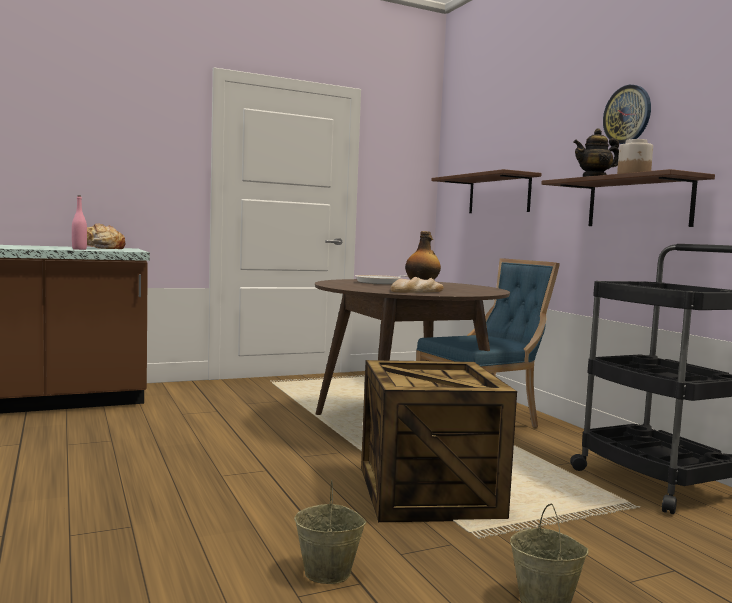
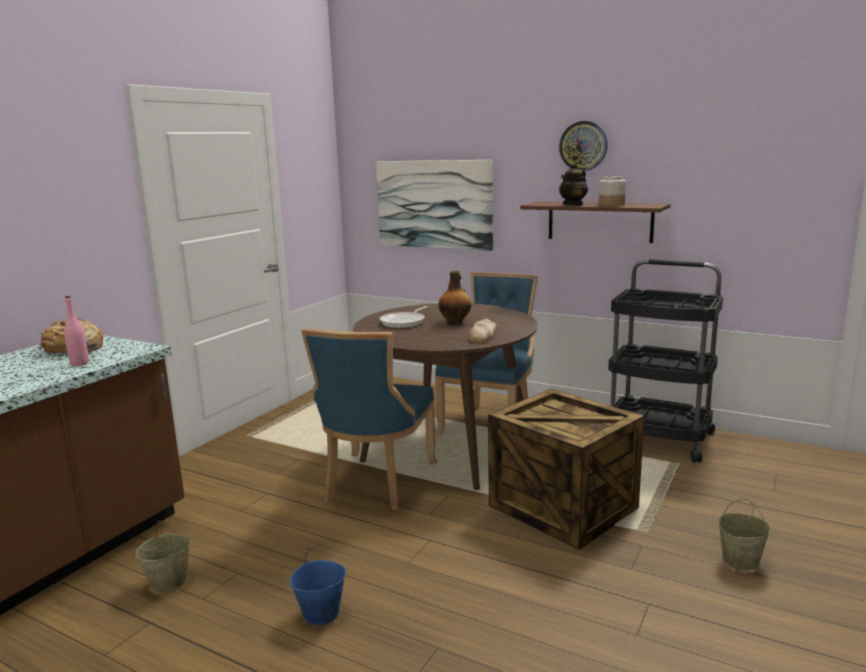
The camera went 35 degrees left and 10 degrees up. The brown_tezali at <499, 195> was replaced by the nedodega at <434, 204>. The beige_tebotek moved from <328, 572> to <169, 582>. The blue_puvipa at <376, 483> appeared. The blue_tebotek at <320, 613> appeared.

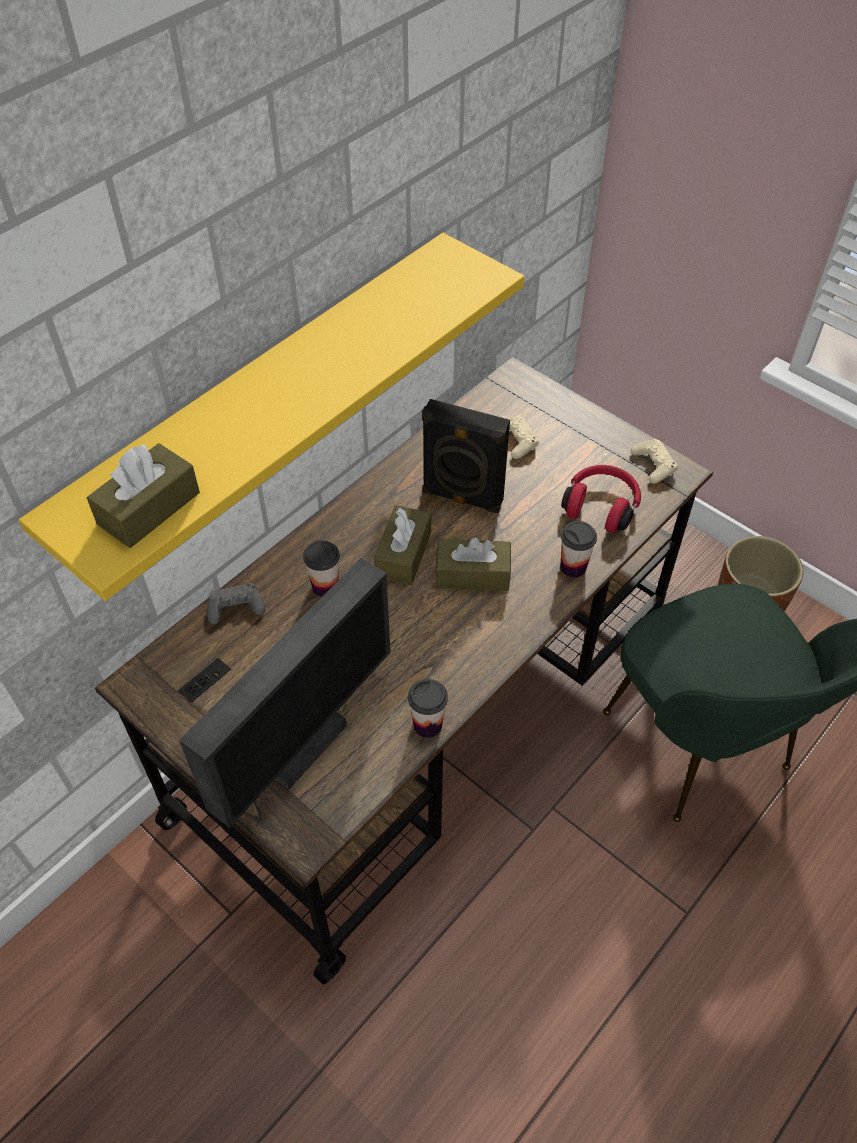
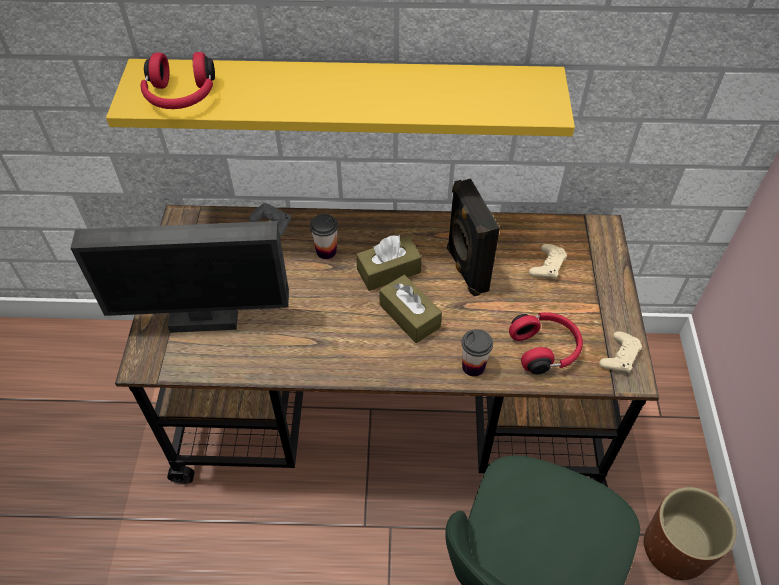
The camera went 50 degrees right and 0 degrees up. The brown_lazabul at <149, 508> was replaced by the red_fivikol at <181, 96>. The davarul at <427, 725> disappeared.

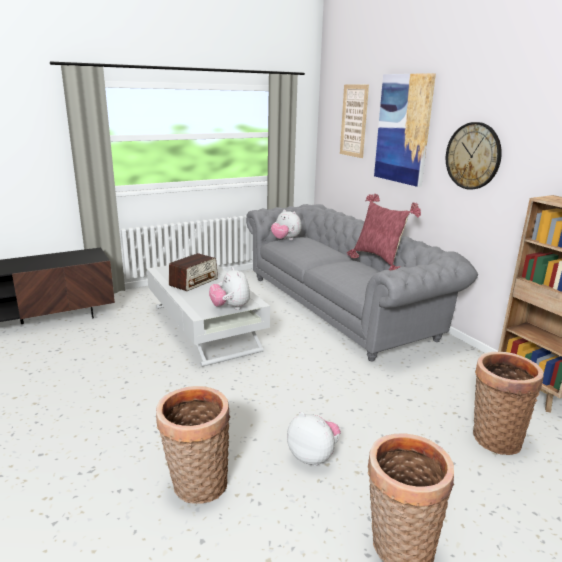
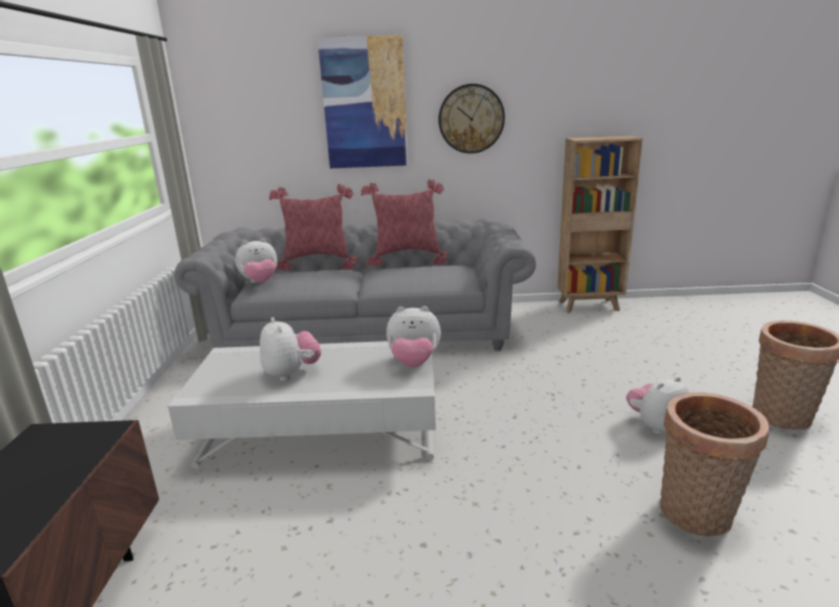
The camera went 60 degrees left and 0 degrees up. The nedodega at <354, 121> disappeared. The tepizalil at <194, 282> was replaced by the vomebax at <292, 373>. The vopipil at <494, 437> disappeared. The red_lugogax at <318, 267> appeared.

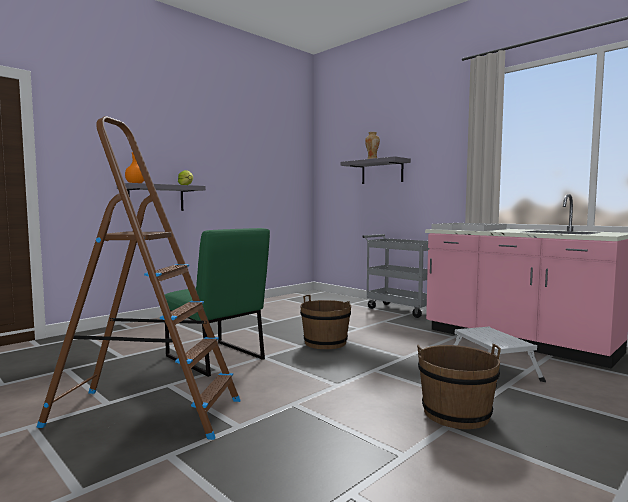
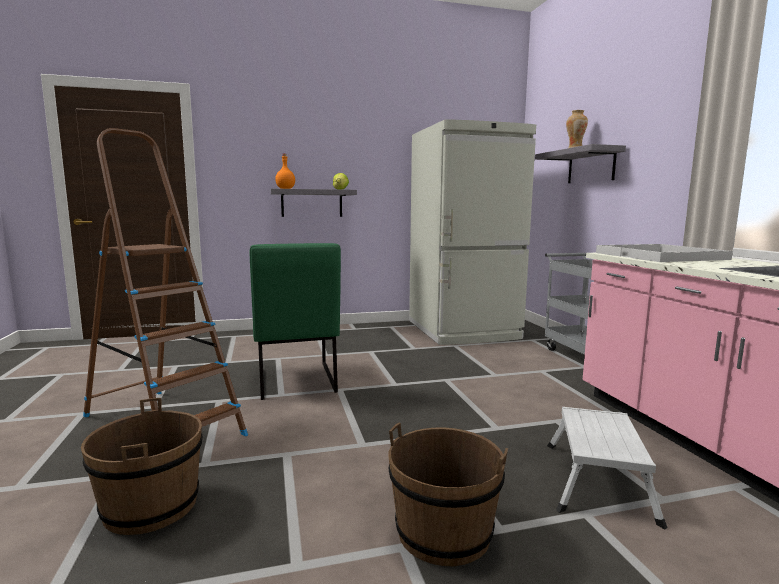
The camera went 30 degrees right and 5 degrees up. The brown_tebotek moved from <325, 343> to <151, 506>. The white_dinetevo at <463, 329> appeared.

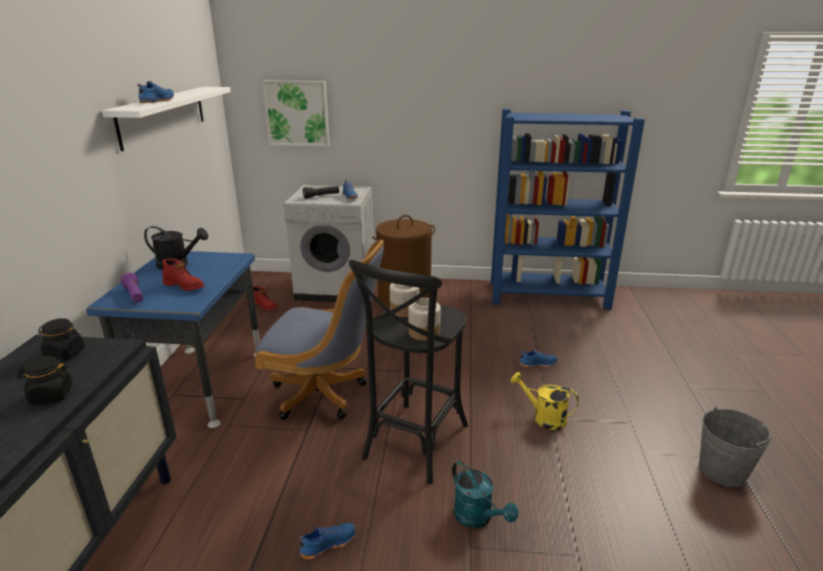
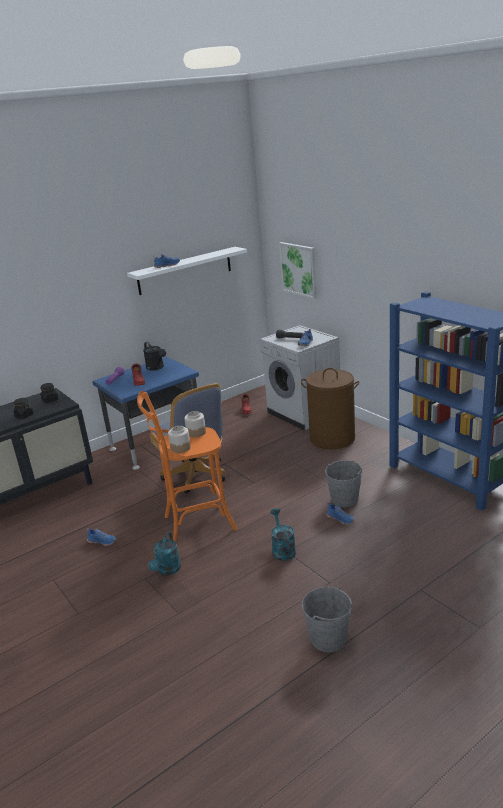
The camera went 50 degrees right and 0 degrees up. The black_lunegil at <413, 444> became the orange_lunegil at <195, 523>. The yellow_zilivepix at <543, 418> became the turquoise_zilivepix at <282, 549>. The grey_tebotek at <344, 499> appeared.

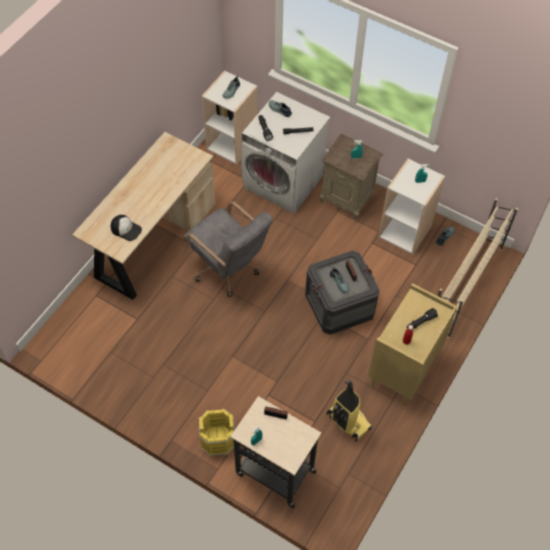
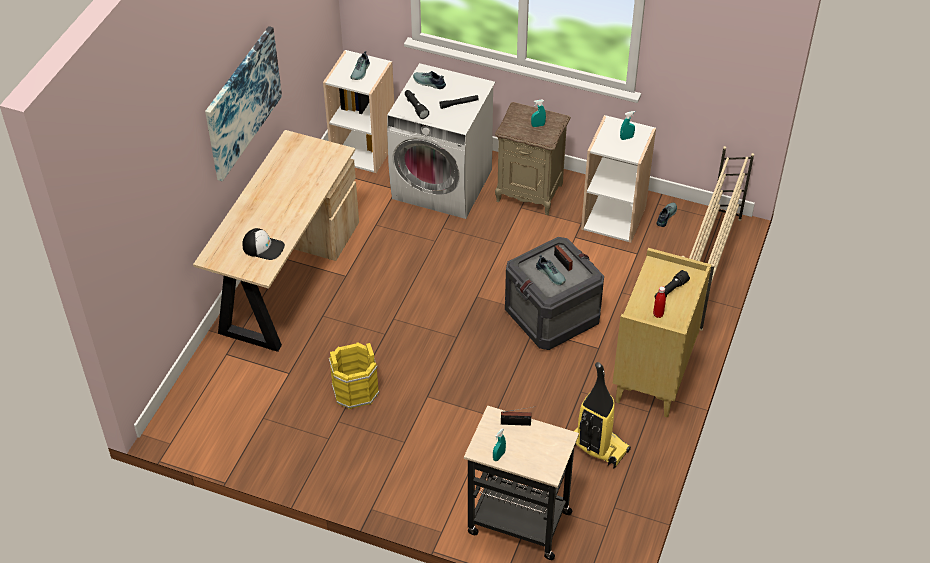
The camera went 10 degrees left and 10 degrees down. The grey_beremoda at <228, 271> disappeared. The yellow_tebotek moved from <218, 439> to <355, 390>. The nedodega at <242, 102> appeared.

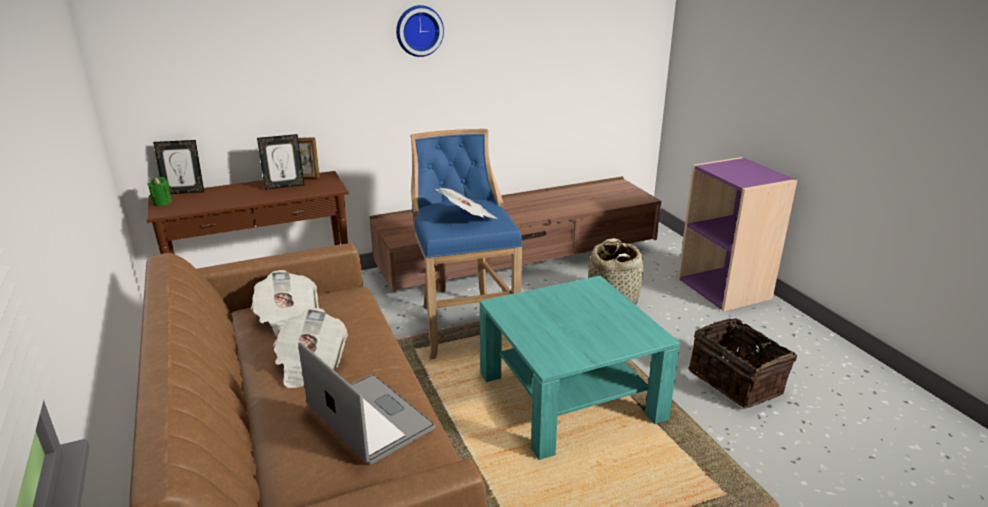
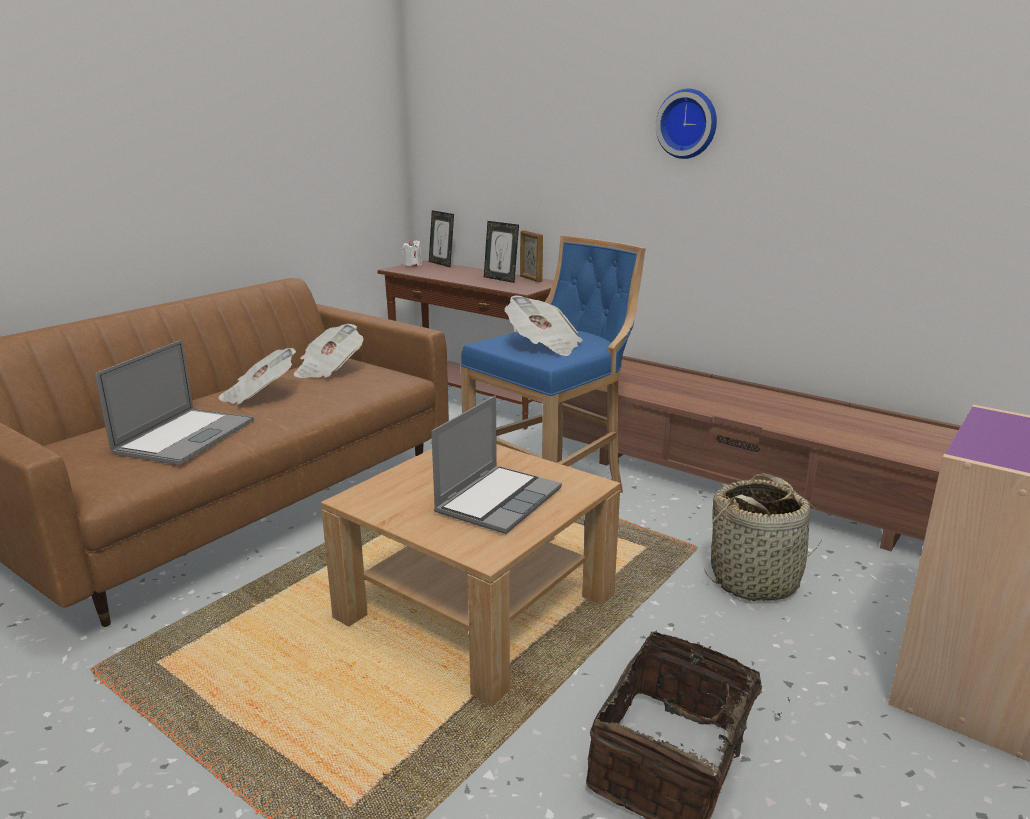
The camera went 60 degrees right and 5 degrees down. The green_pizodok at <162, 202> became the white_pizodok at <412, 265>. The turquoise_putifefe at <570, 396> became the brown_putifefe at <476, 606>. The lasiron at <498, 500> appeared.

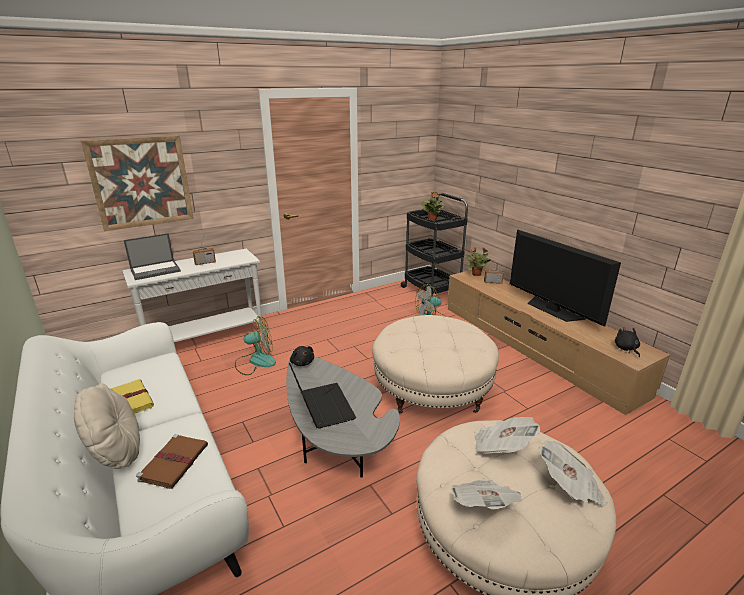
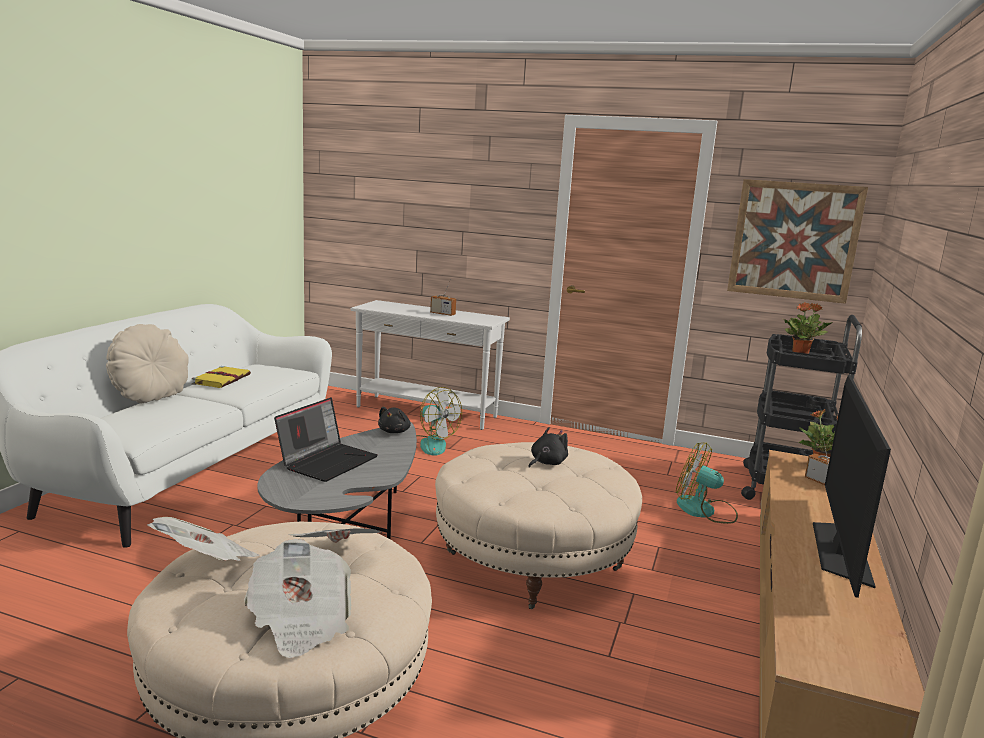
The camera went 50 degrees right and 10 degrees down. The nedodega moved from <141, 182> to <794, 240>. The lasiron at <156, 270> disappeared. The black_vomebax moved from <626, 349> to <546, 463>. The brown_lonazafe at <175, 461> disappeared.

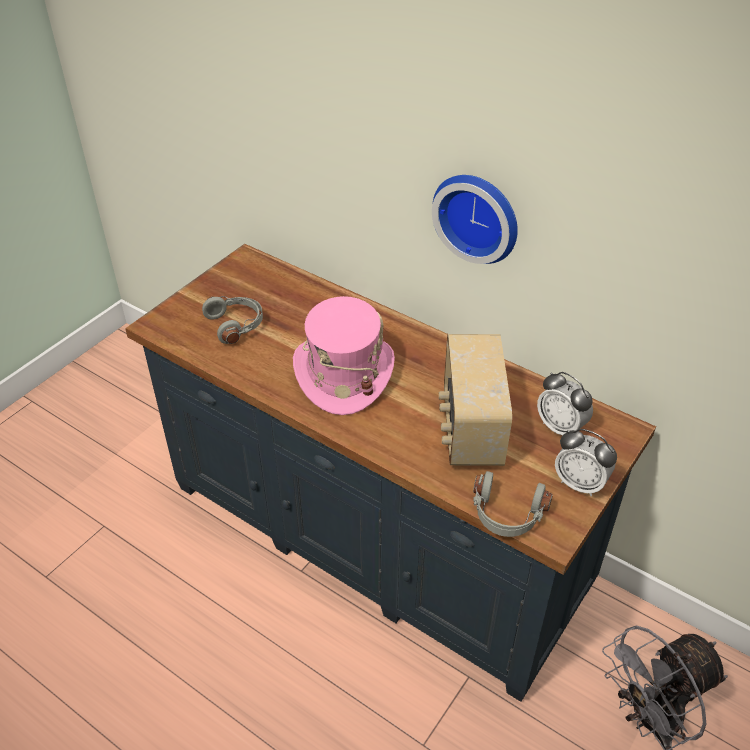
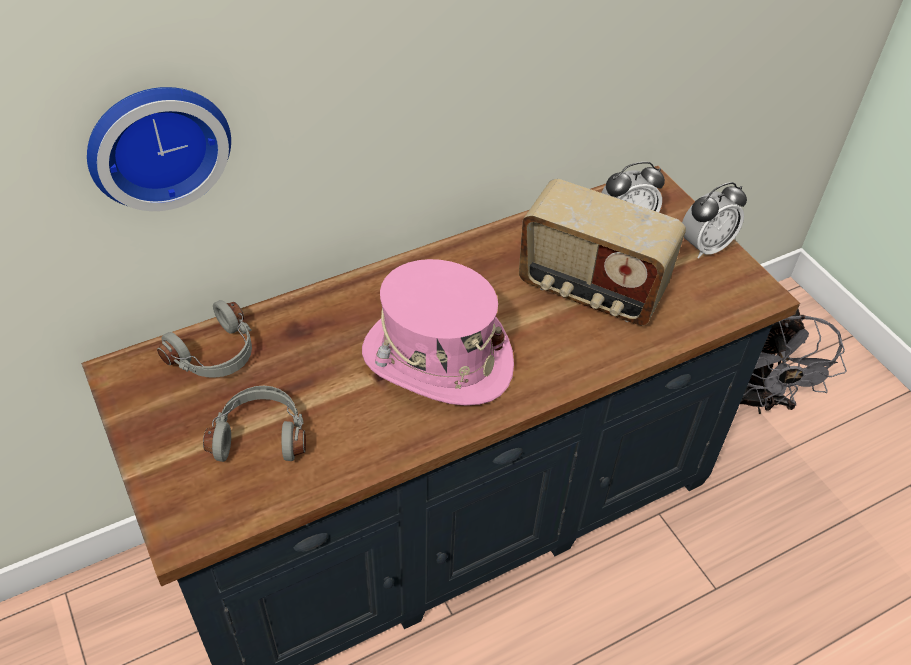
The camera went 65 degrees left and 5 degrees up. The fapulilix moved from <478, 216> to <157, 143>. The grey_fivikol moved from <507, 515> to <216, 355>.

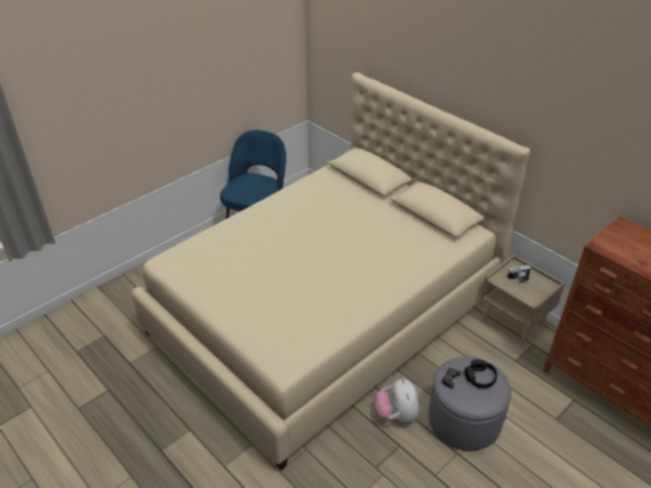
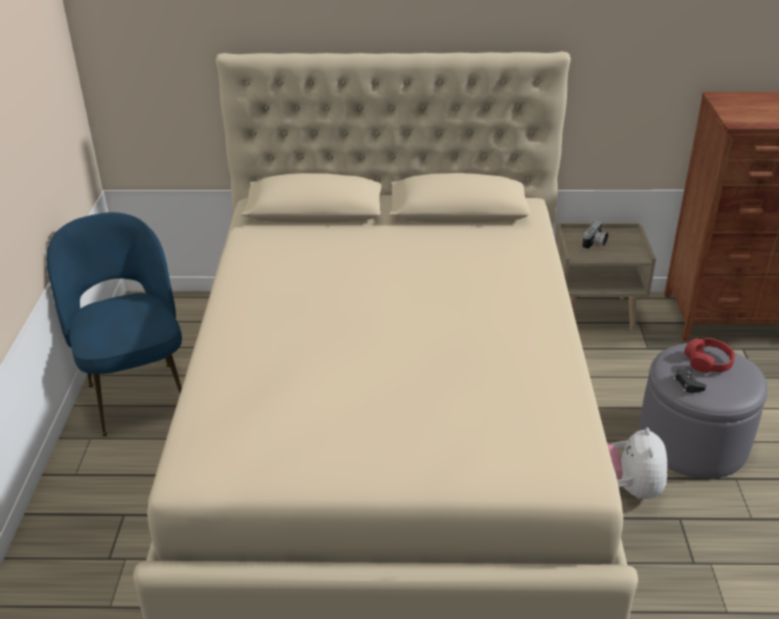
The camera went 45 degrees left and 5 degrees down. The black_fivikol at <480, 377> became the red_fivikol at <708, 362>. The vomebax at <396, 414> turned 60 degrees clockwise.

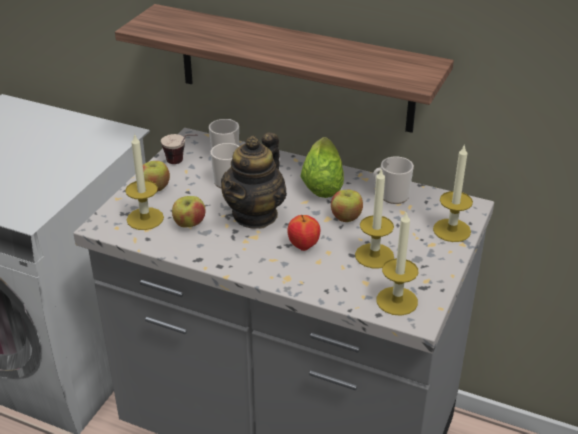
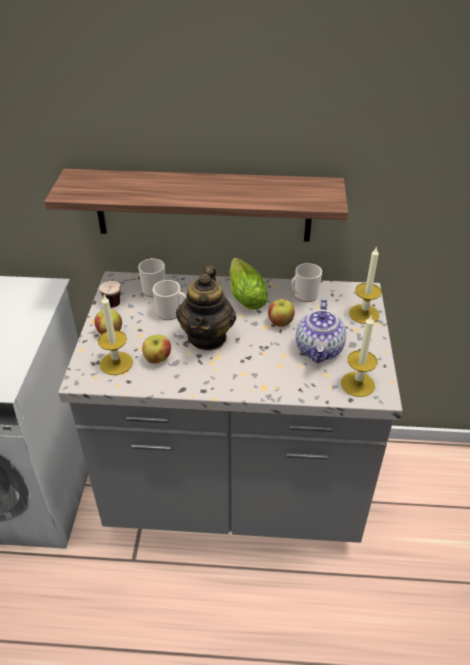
The camera went 20 degrees left and 5 degrees up. The pizodok at <374, 256> was replaced by the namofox at <319, 350>. The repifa at <303, 246> disappeared.

